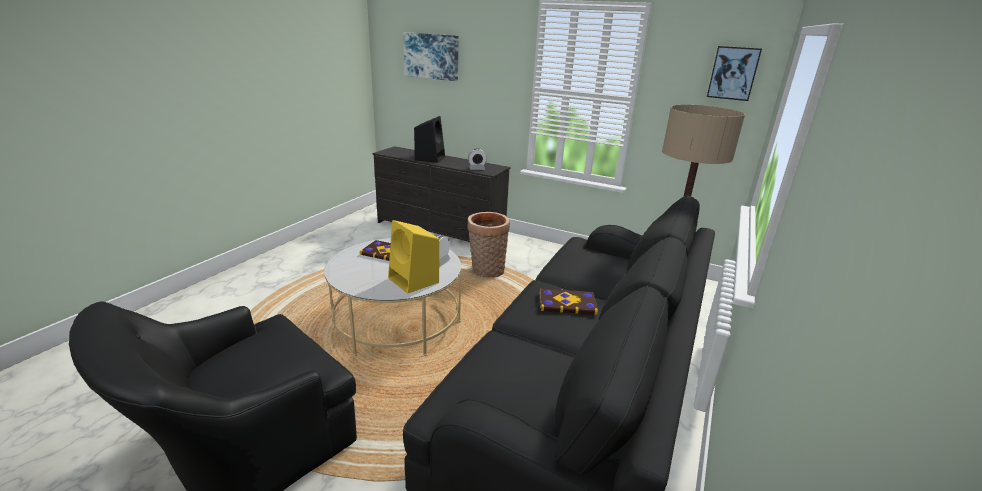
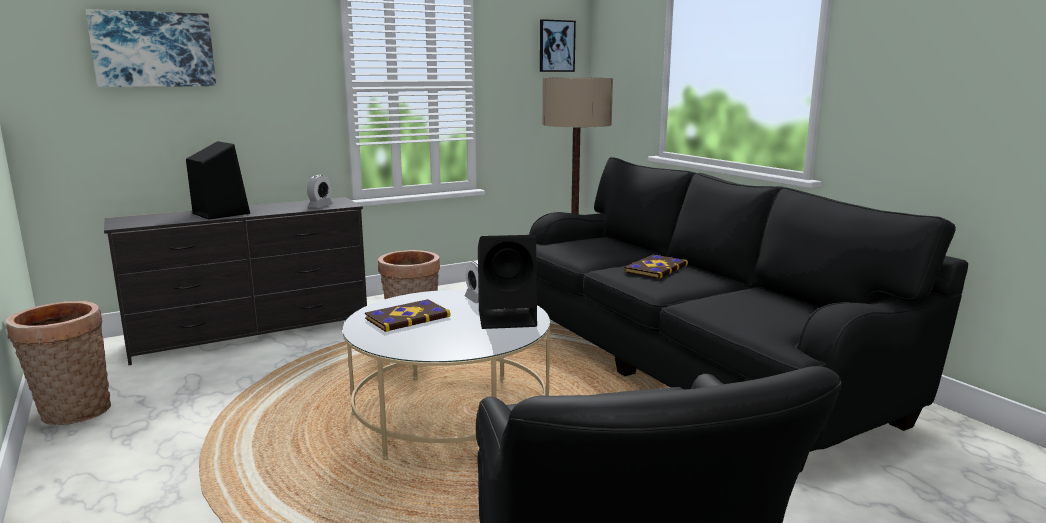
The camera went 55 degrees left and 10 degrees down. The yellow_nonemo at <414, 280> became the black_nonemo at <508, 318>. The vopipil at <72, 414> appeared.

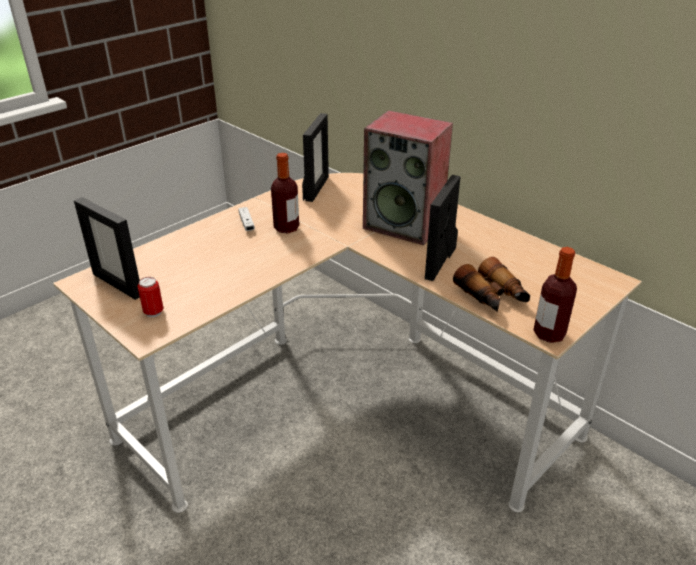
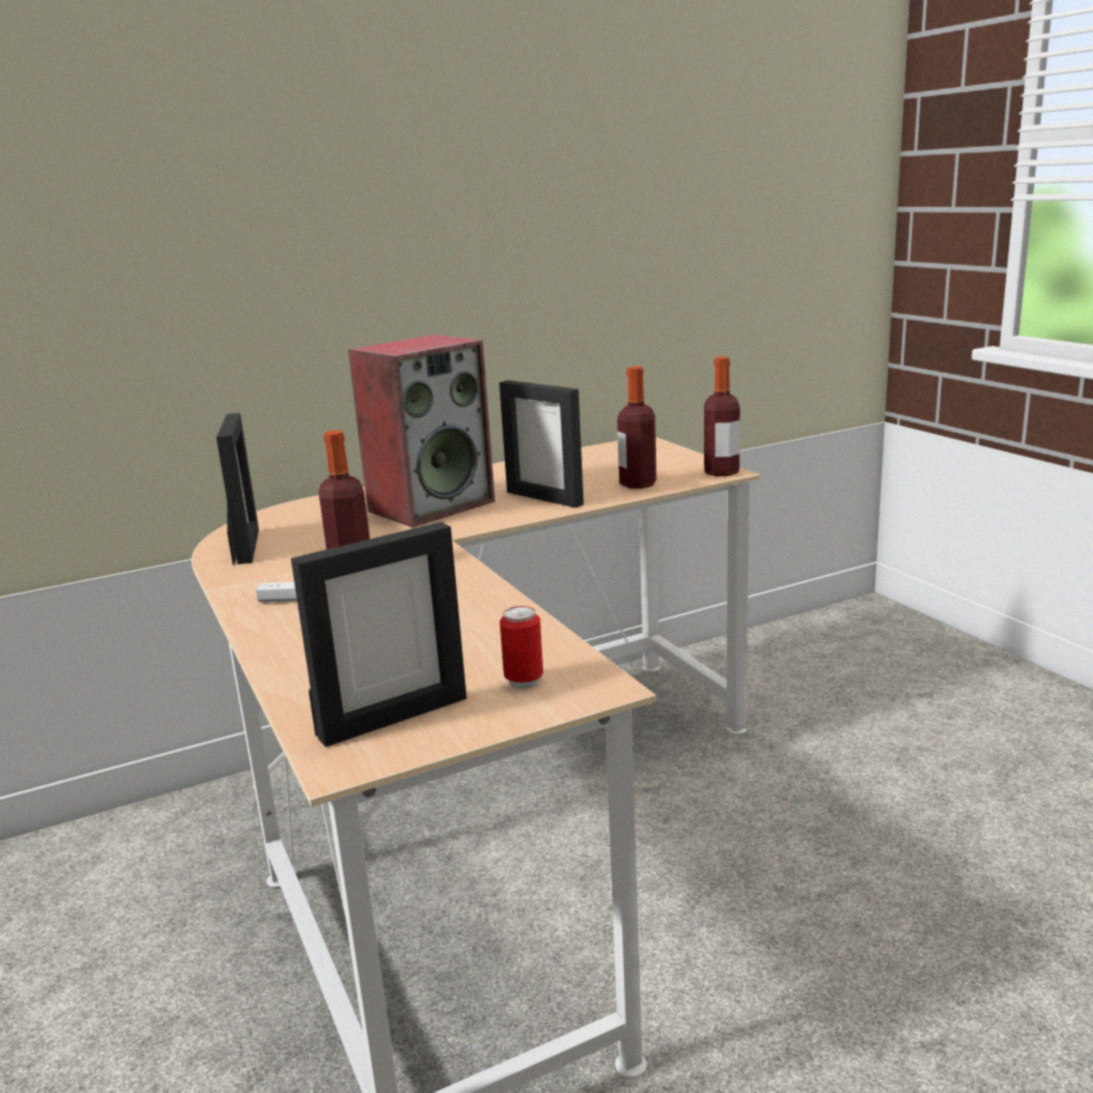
The camera went 70 degrees left and 15 degrees down. The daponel at <316, 188> turned 45 degrees clockwise. The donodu at <492, 296> was replaced by the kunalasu at <637, 484>.

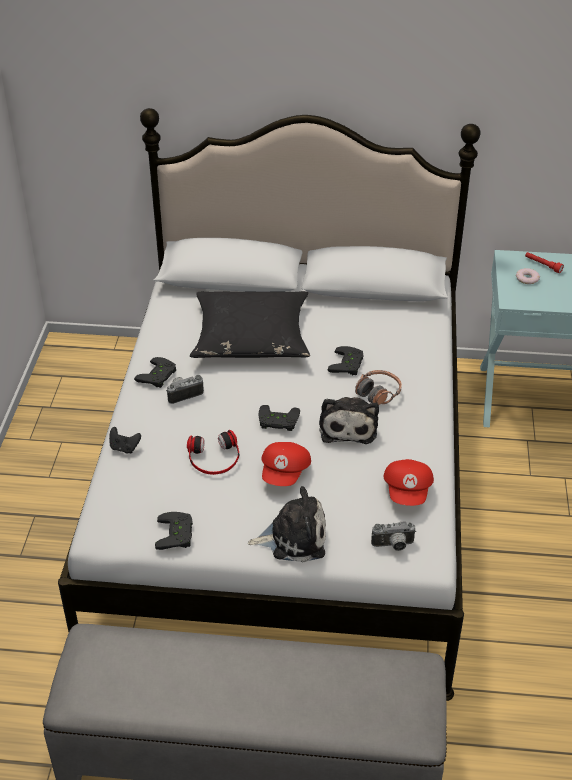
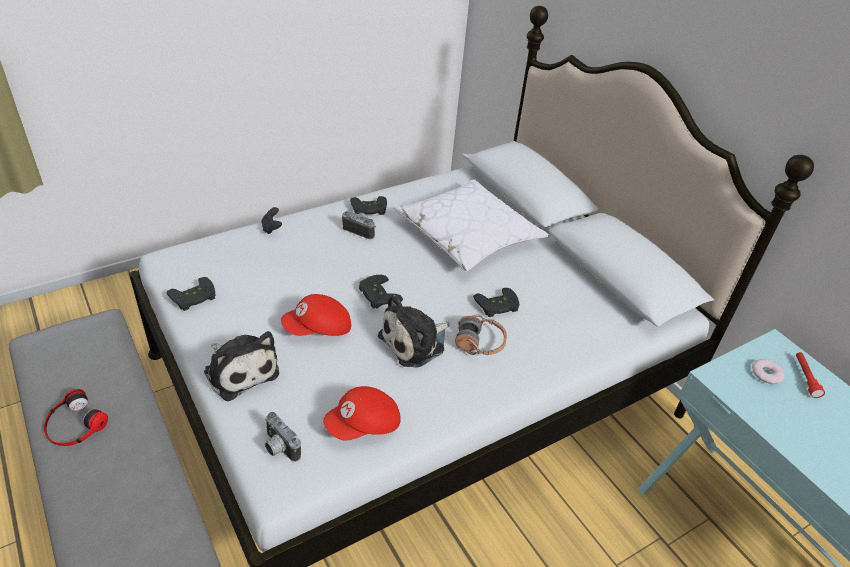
The camera went 50 degrees right and 0 degrees up. The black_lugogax at <251, 336> became the white_lugogax at <468, 235>. The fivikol moved from <214, 458> to <74, 424>.

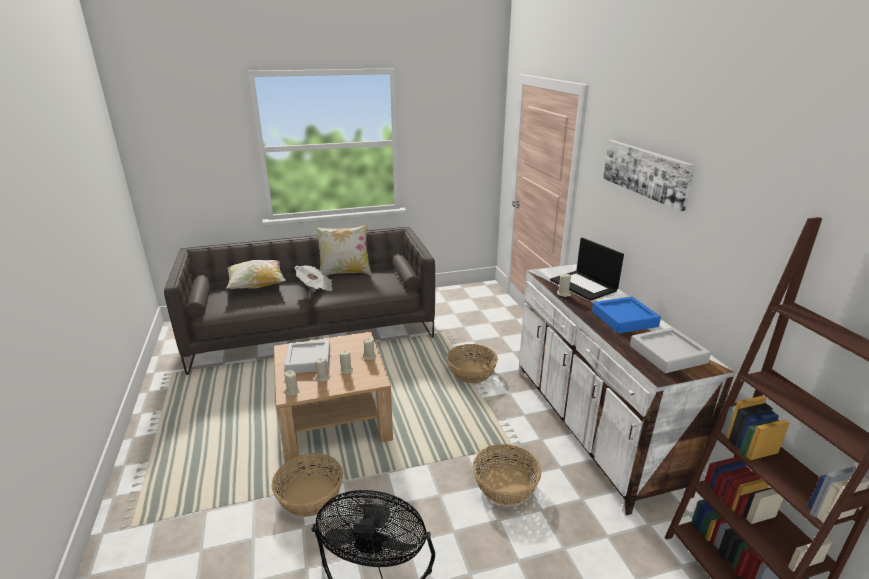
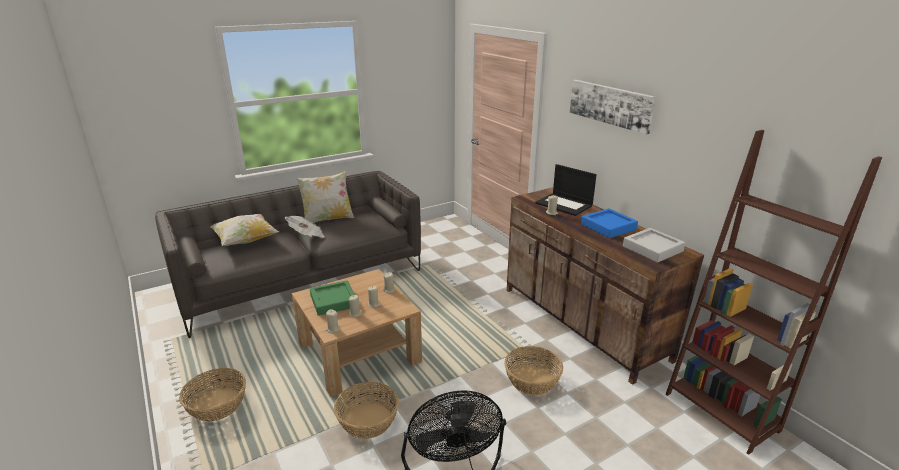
The camera went 15 degrees left and 0 degrees up. The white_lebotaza at <591, 427> became the brown_lebotaza at <582, 324>. The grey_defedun at <308, 360> became the green_defedun at <333, 301>. The vopipil moved from <471, 372> to <217, 405>.

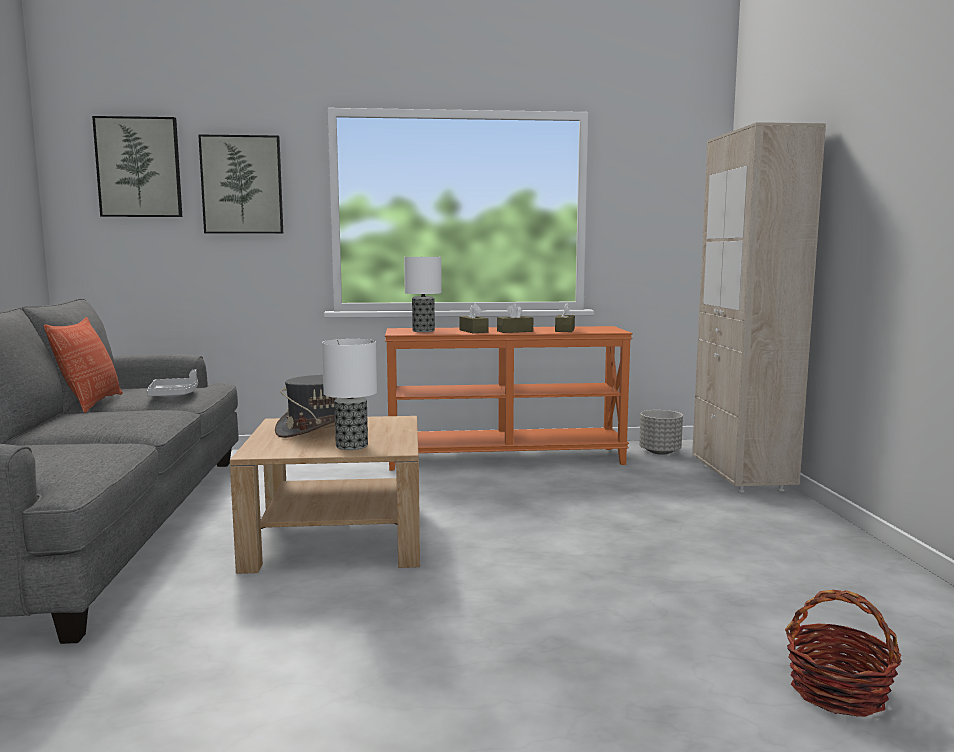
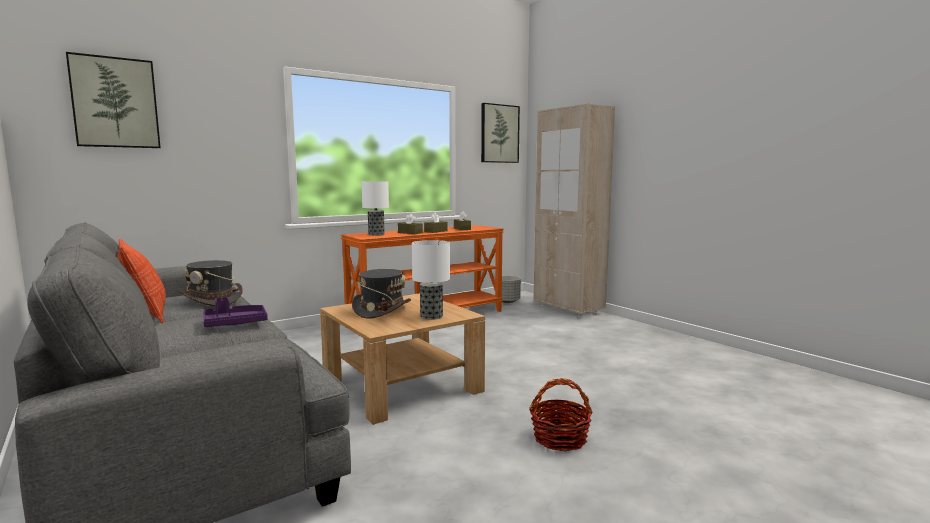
The camera went 30 degrees left and 0 degrees up. The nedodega moved from <242, 185> to <499, 133>. The grey_defedun at <174, 395> was replaced by the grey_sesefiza at <212, 300>. The vopipil moved from <838, 692> to <560, 438>. The purple_defedun at <235, 323> appeared.

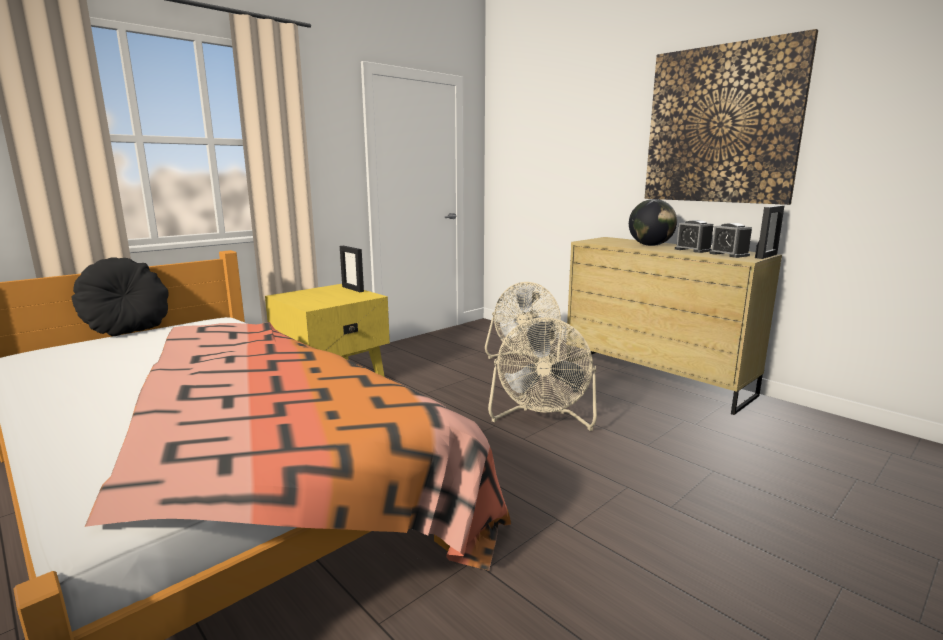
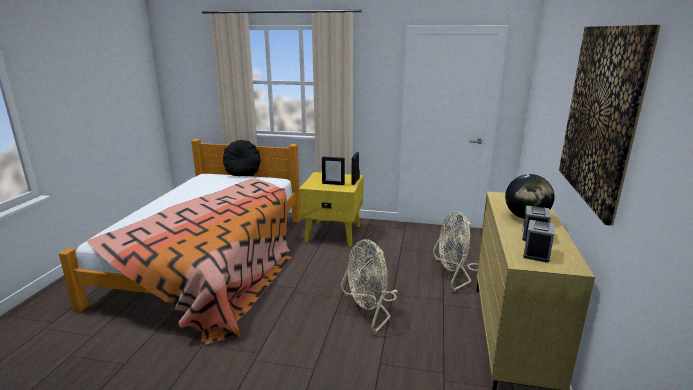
The camera went 55 degrees right and 5 degrees up. The daponel moved from <766, 256> to <333, 183>.

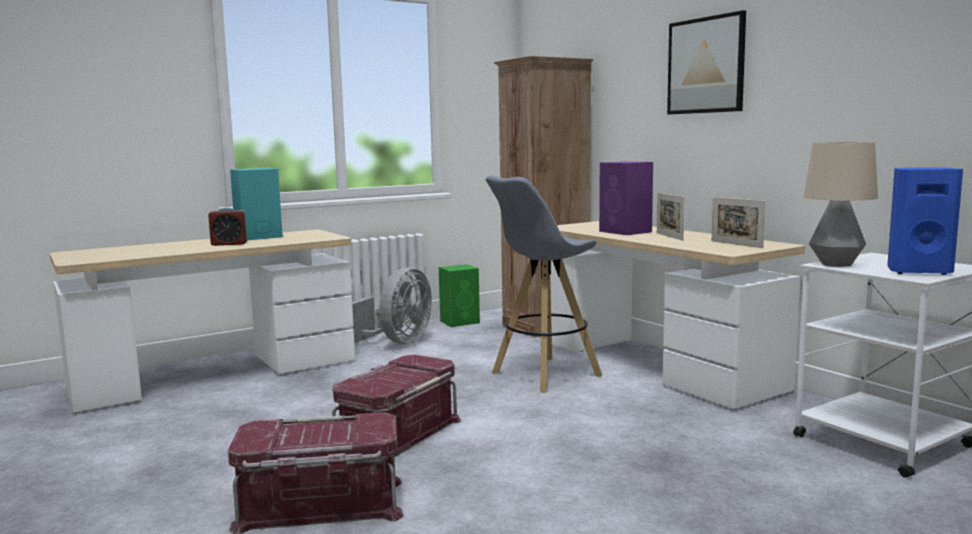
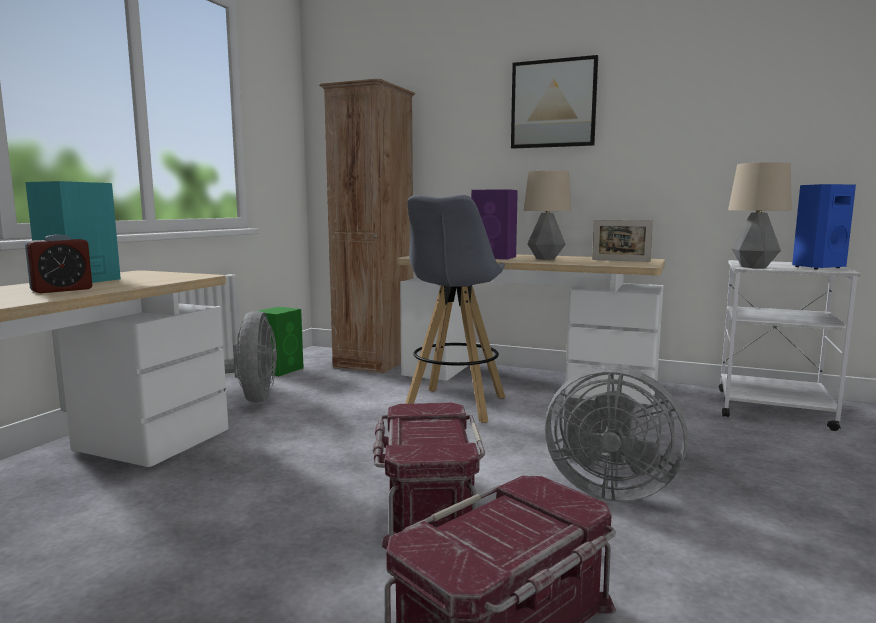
The camera went 35 degrees left and 0 degrees up. The daponel at <669, 236> was replaced by the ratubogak at <546, 258>. The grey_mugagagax at <606, 489> appeared.

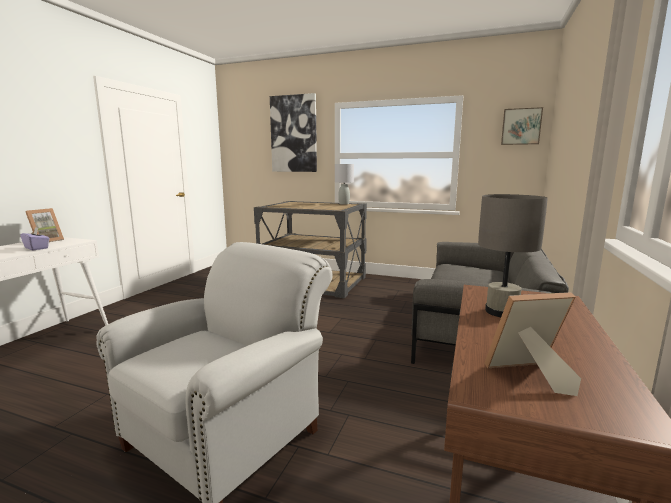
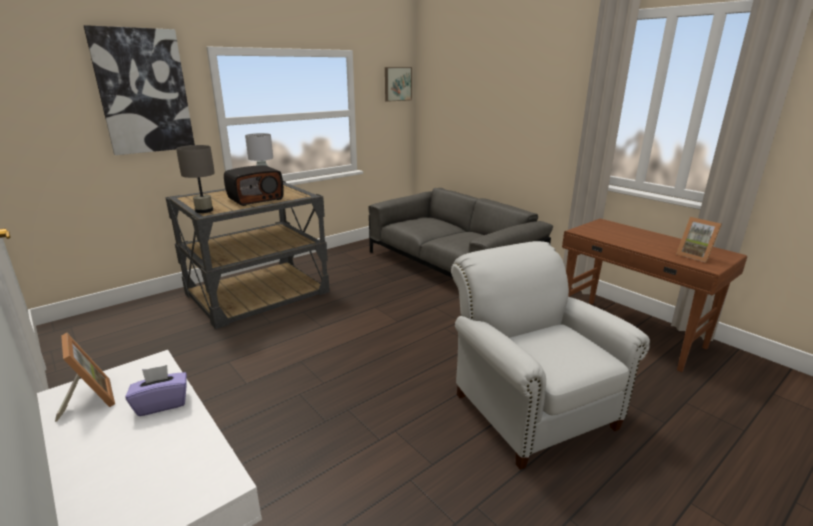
The camera went 60 degrees left and 10 degrees up. The grey_ratubogak moved from <502, 312> to <204, 210>. The daponel at <528, 376> turned 60 degrees counterclockwise. The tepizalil at <256, 199> appeared.

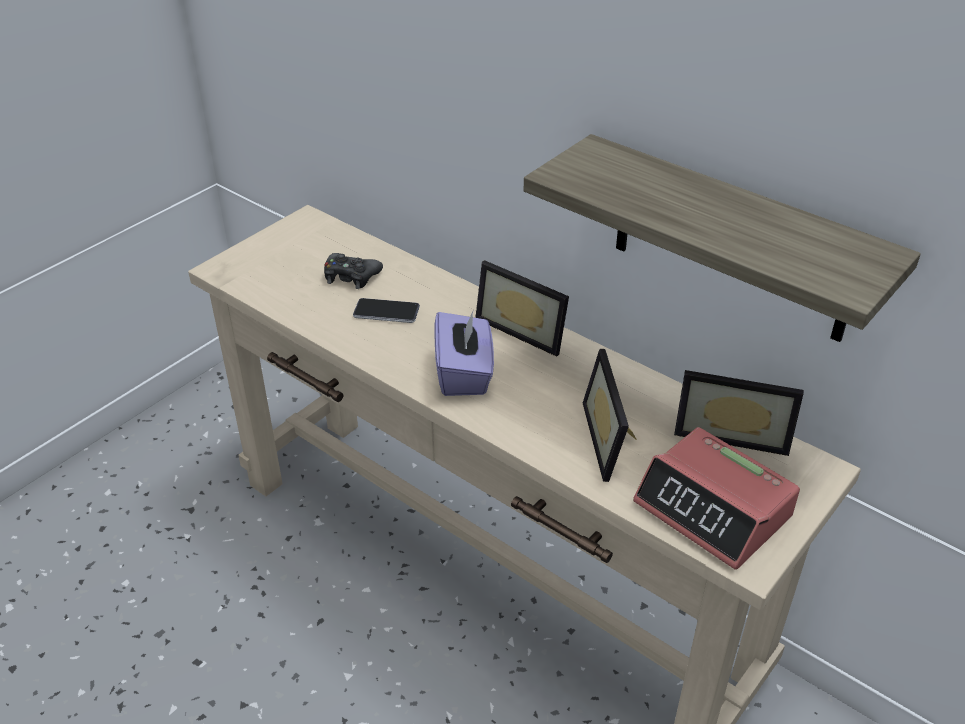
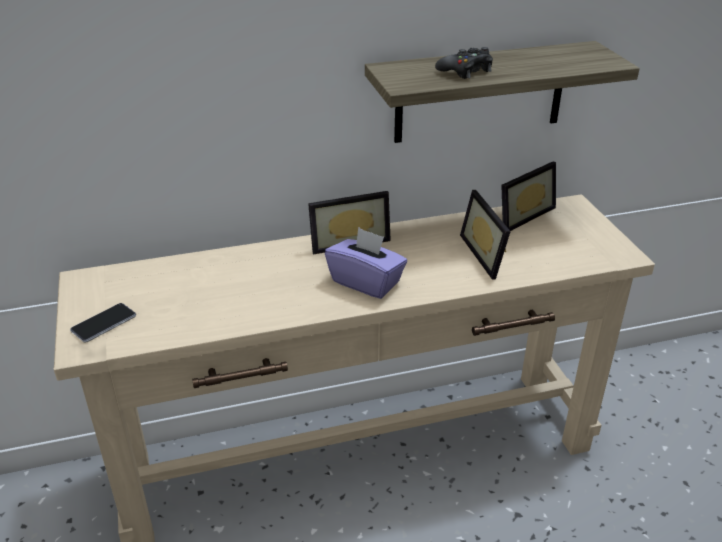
The camera went 55 degrees left and 5 degrees down. The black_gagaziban moved from <351, 276> to <466, 71>. The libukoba moved from <386, 312> to <104, 323>. The daponel at <613, 439> turned 45 degrees clockwise. The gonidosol at <713, 510> disappeared.

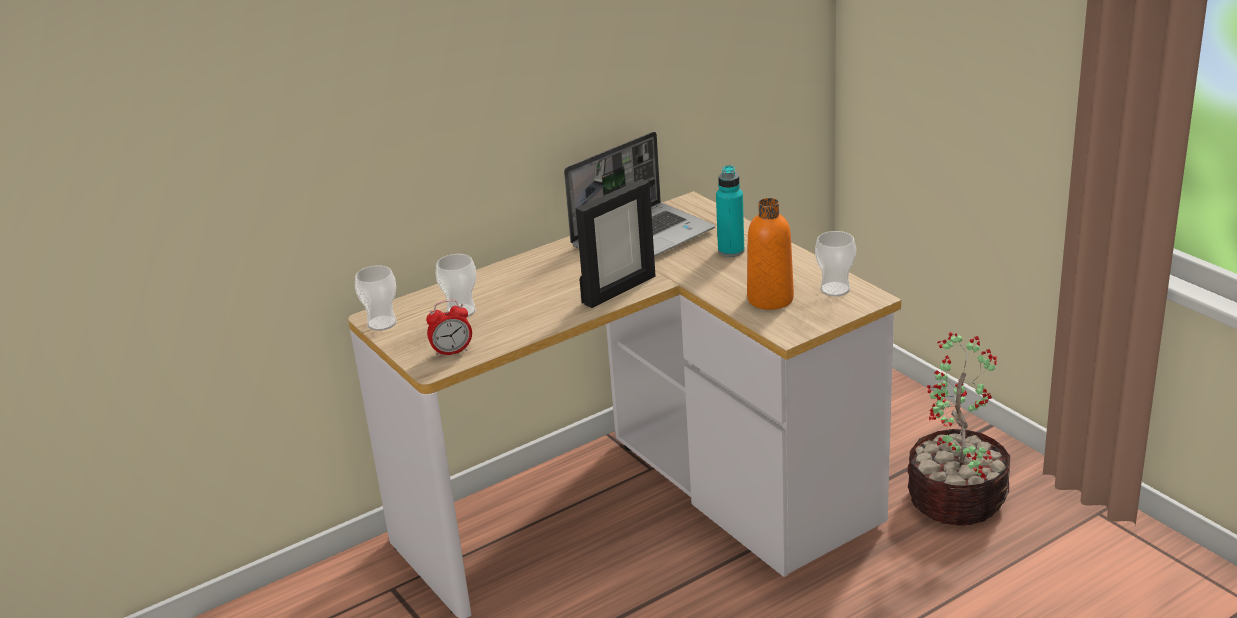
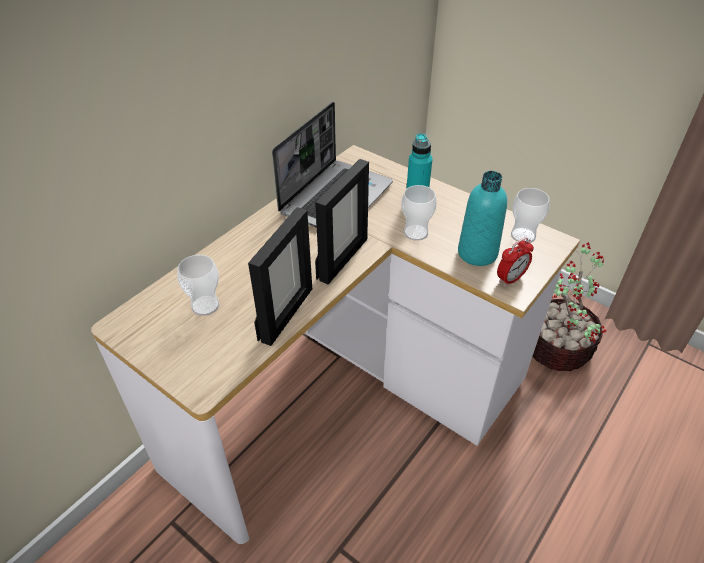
The camera went 20 degrees left and 15 degrees up. The orange_kunalasu at <770, 299> became the turquoise_kunalasu at <477, 253>. The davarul moved from <382, 323> to <416, 232>. The gonidosol moved from <452, 352> to <510, 279>. The daponel at <286, 313> appeared.

